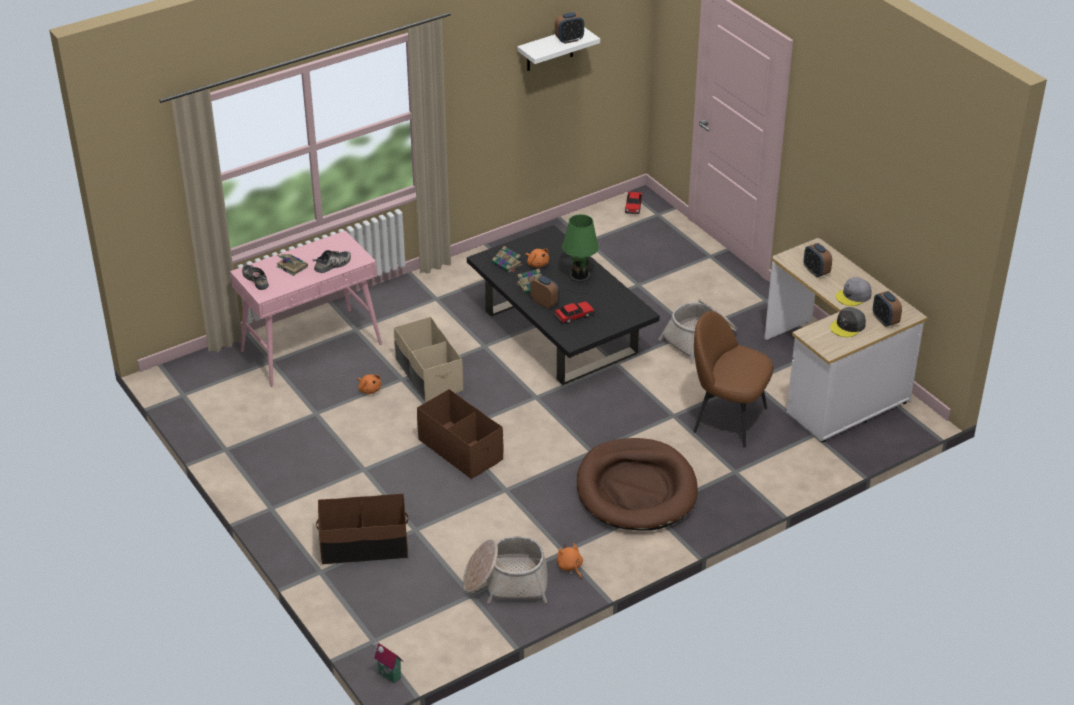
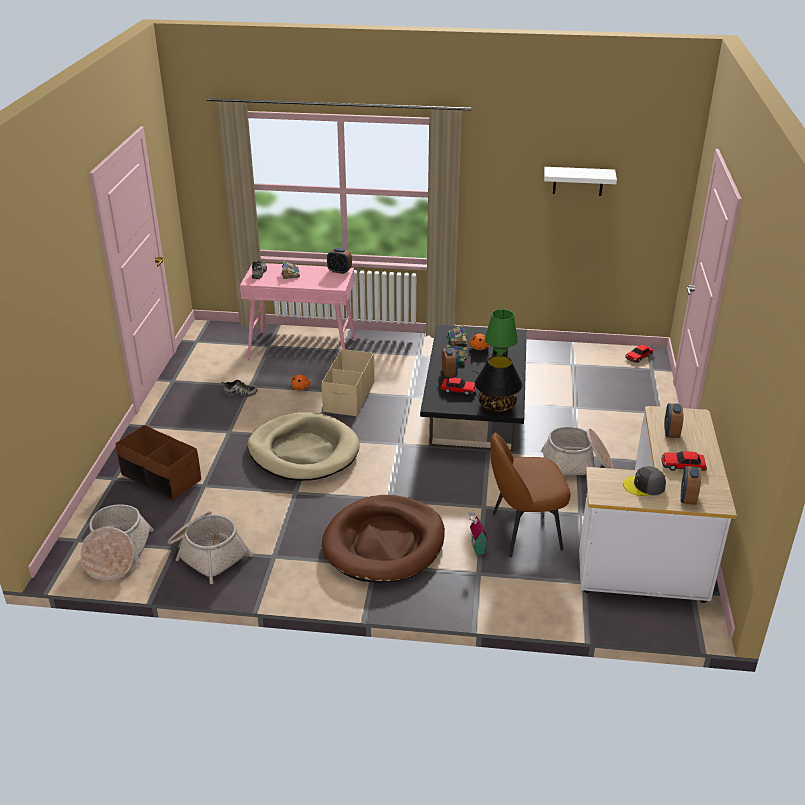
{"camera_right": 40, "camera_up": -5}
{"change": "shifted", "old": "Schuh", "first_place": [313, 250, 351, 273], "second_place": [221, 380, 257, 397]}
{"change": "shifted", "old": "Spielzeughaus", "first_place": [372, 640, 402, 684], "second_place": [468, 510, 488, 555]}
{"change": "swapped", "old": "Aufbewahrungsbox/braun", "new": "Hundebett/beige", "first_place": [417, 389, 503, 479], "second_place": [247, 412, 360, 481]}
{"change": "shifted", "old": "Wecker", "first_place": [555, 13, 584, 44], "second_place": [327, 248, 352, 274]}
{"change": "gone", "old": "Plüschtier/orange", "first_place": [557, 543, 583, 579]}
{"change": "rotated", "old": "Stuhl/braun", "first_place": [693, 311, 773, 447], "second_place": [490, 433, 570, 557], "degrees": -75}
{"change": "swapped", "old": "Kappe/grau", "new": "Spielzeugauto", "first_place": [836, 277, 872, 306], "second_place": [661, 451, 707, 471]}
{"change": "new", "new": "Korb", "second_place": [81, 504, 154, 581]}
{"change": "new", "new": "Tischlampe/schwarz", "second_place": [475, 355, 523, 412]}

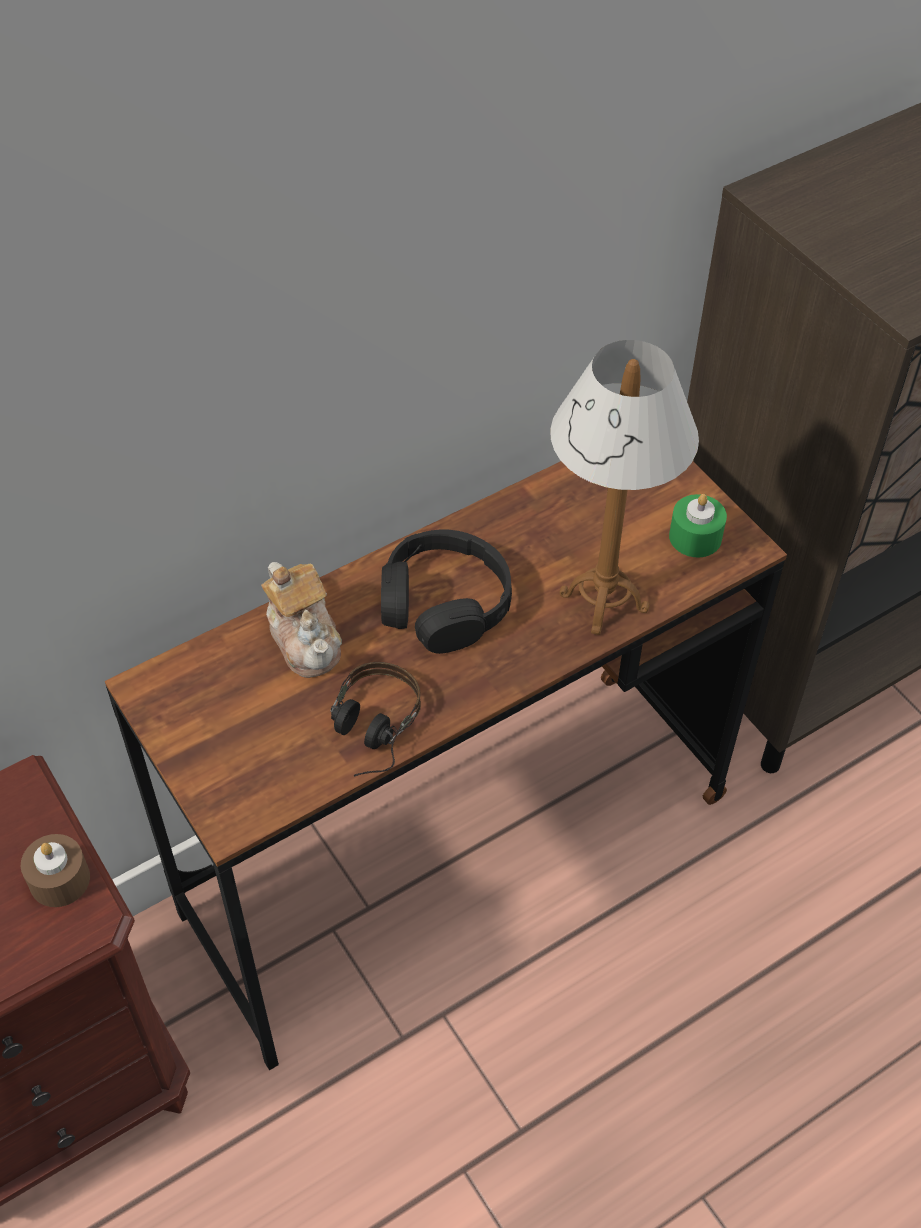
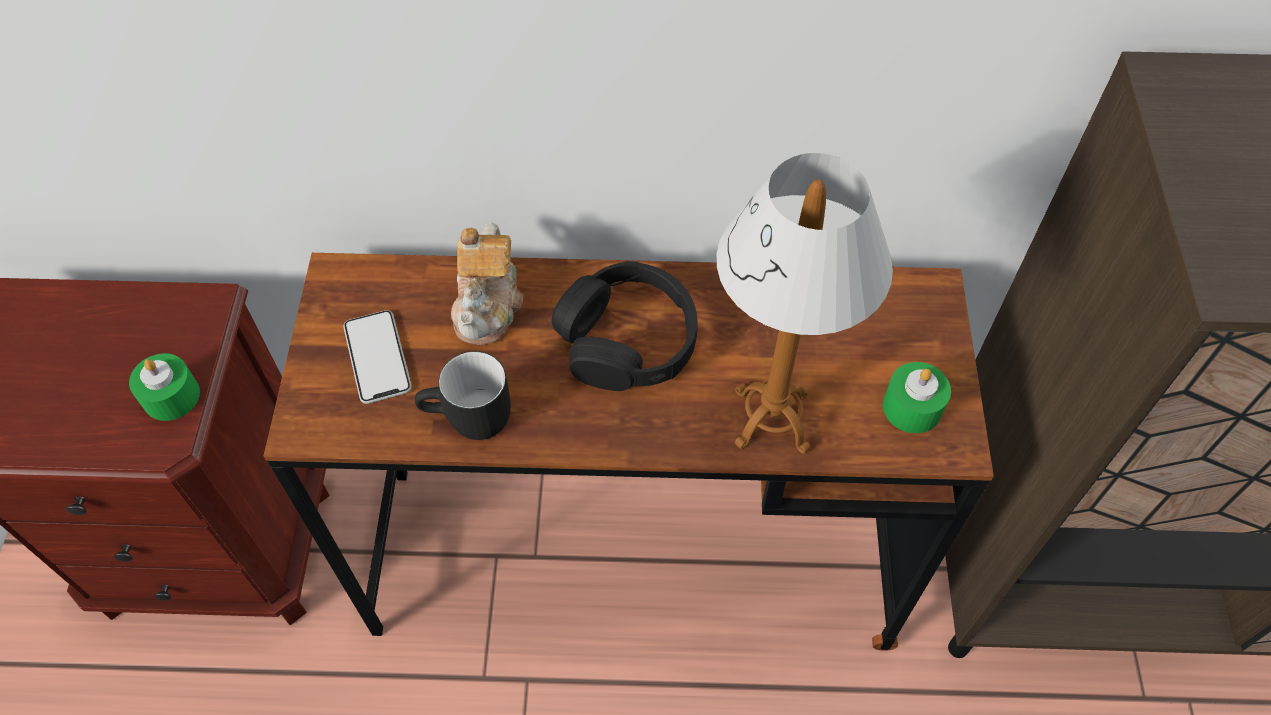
{"camera_right": 35, "camera_up": 5}
{"change": "repainted", "old": "Kerze/braun", "new": "Kerze/grün", "first_place": [21, 834, 90, 907], "second_place": [129, 353, 200, 421]}
{"change": "swapped", "old": "Kopfhörer", "new": "Henkelbecher/schwarz", "first_place": [330, 662, 421, 777], "second_place": [415, 351, 511, 440]}
{"change": "new", "new": "Handy", "second_place": [343, 310, 412, 404]}

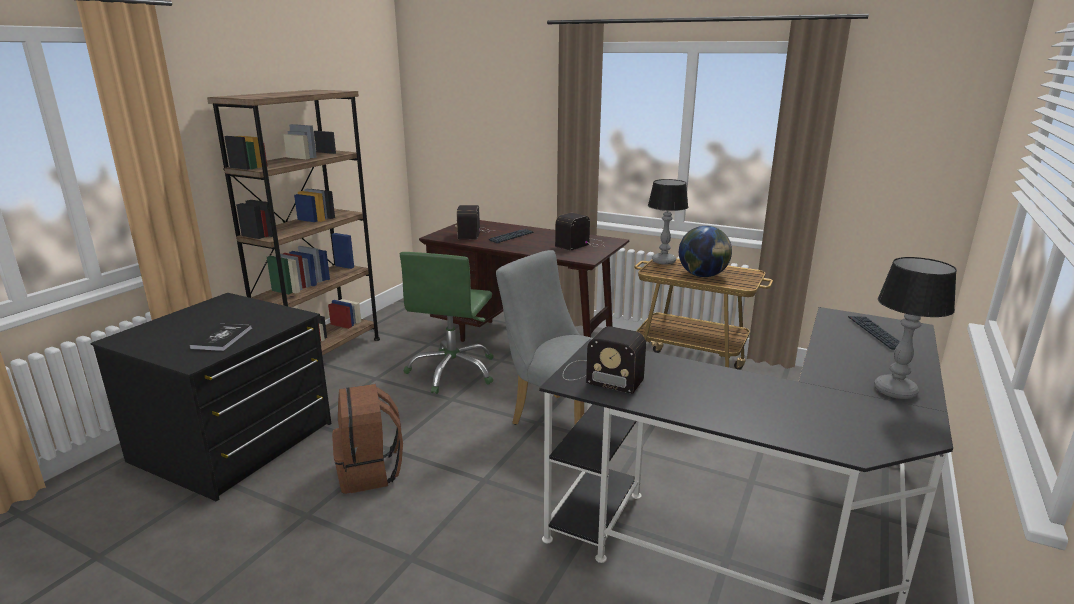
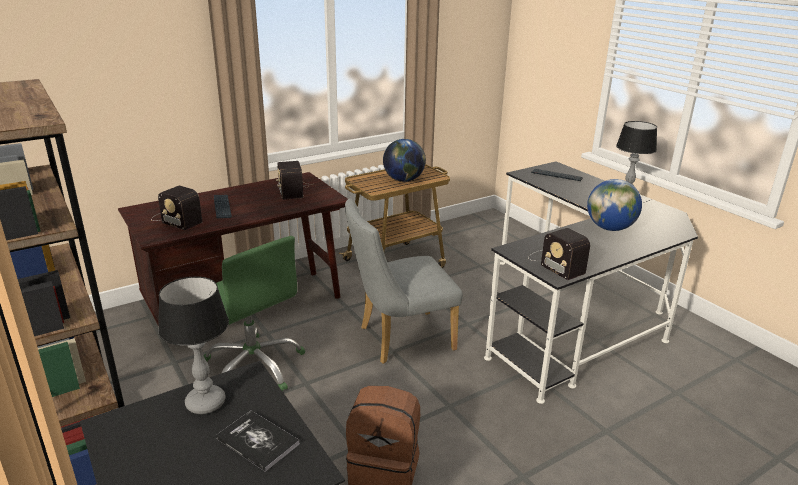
{"camera_right": -60, "camera_up": 5}
{"change": "rotated", "old": "Radio", "first_place": [563, 326, 646, 394], "second_place": [528, 228, 590, 280], "degrees": 90}
{"change": "shifted", "old": "Tischlampe", "first_place": [648, 179, 688, 265], "second_place": [158, 276, 229, 414]}
{"change": "new", "new": "Globus", "second_place": [587, 179, 642, 231]}

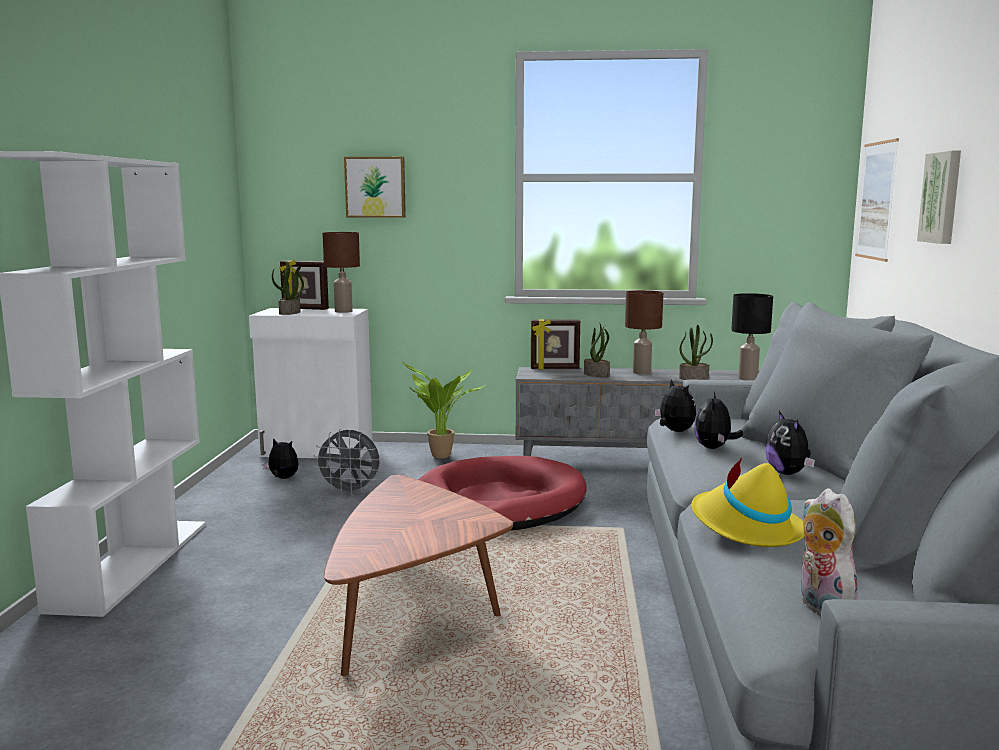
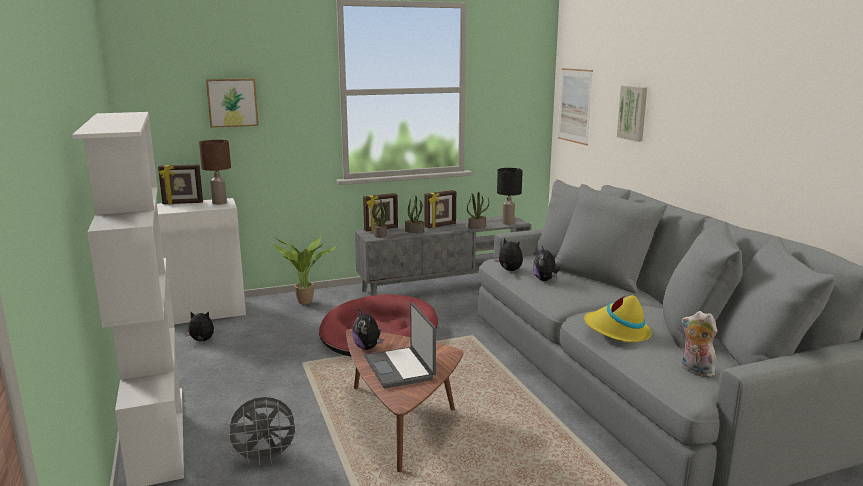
{"camera_right": -25, "camera_up": 5}
{"change": "shifted", "old": "Topfpflanze", "first_place": [272, 262, 304, 315], "second_place": [372, 199, 390, 238]}
{"change": "shifted", "old": "Ventilator/grau", "first_place": [313, 429, 379, 495], "second_place": [225, 397, 300, 466]}
{"change": "swapped", "old": "Tischlampe/braun", "new": "Bilderrahmen", "first_place": [625, 290, 663, 375], "second_place": [424, 190, 456, 228]}
{"change": "shifted", "old": "Plüschtier", "first_place": [765, 411, 815, 475], "second_place": [352, 310, 383, 350]}
{"change": "new", "new": "Laptop", "second_place": [364, 302, 436, 388]}

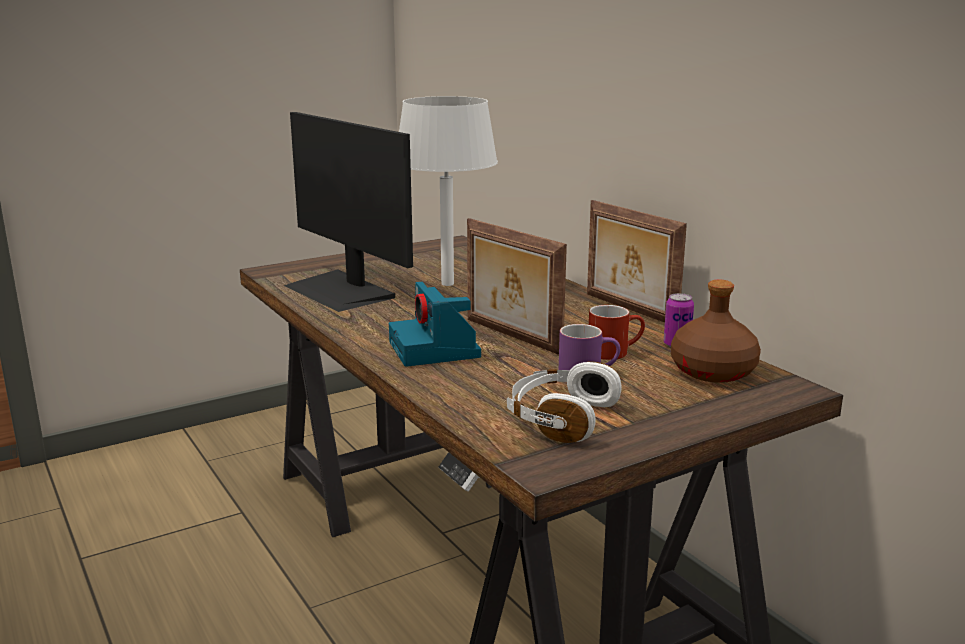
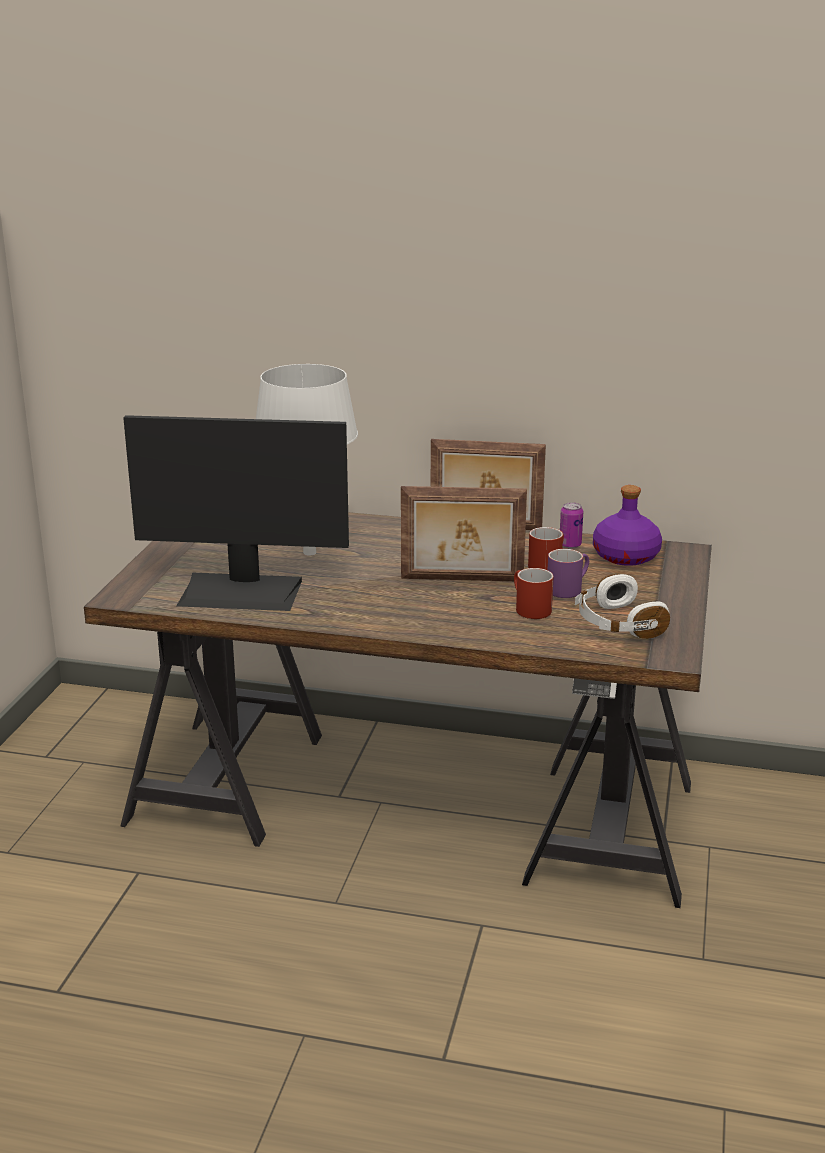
{"camera_right": -45, "camera_up": 5}
{"change": "gone", "old": "Kamera", "first_place": [389, 282, 481, 367]}
{"change": "repainted", "old": "Flasche/braun", "new": "Flasche/lila", "first_place": [671, 280, 761, 383], "second_place": [593, 485, 662, 566]}
{"change": "new", "new": "Henkelbecher/rot", "second_place": [514, 568, 554, 619]}

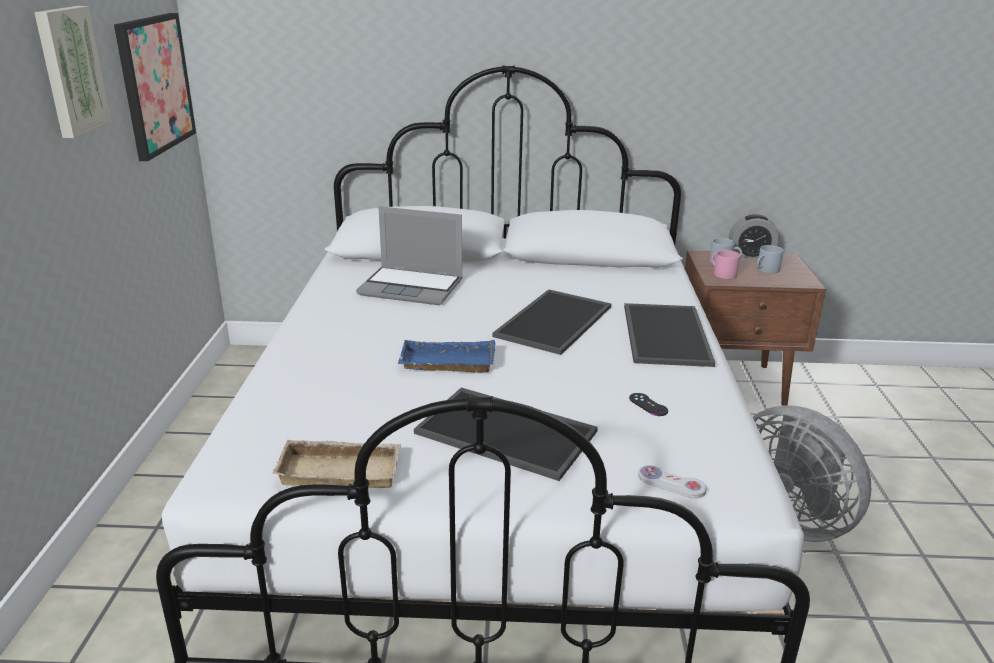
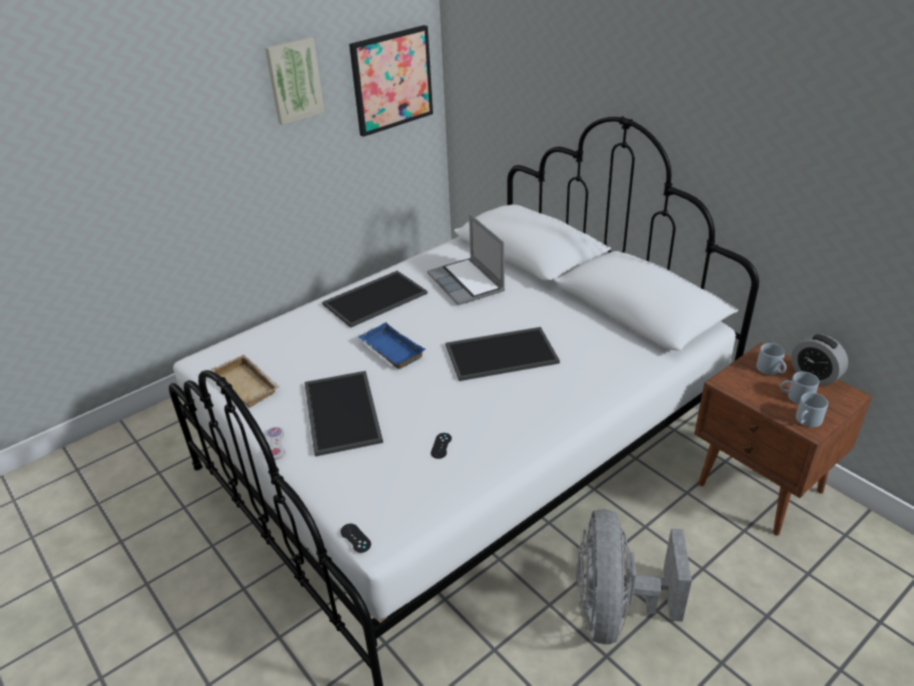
{"camera_right": 50, "camera_up": 10}
{"change": "shifted", "old": "Tablett", "first_place": [624, 303, 715, 367], "second_place": [322, 271, 428, 328]}
{"change": "shifted", "old": "Gamepad/weiß", "first_place": [638, 465, 707, 498], "second_place": [265, 427, 285, 460]}
{"change": "gone", "old": "Henkelbecher/rosa", "first_place": [712, 250, 740, 279]}
{"change": "new", "new": "Gamepad/schwarz", "second_place": [340, 524, 371, 553]}
{"change": "new", "new": "Henkelbecher/grau", "second_place": [796, 393, 828, 427]}

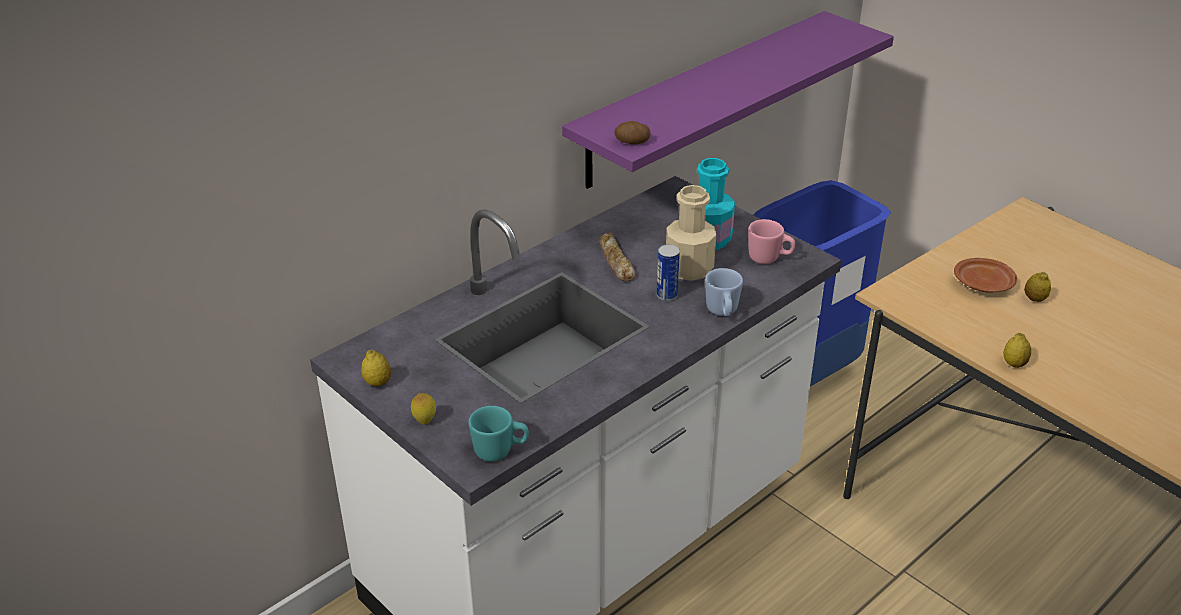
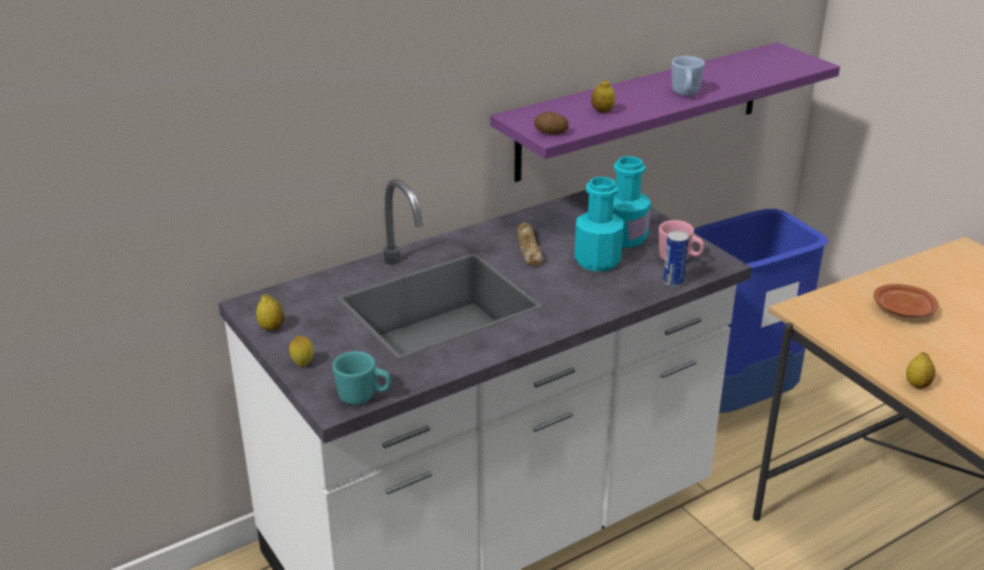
{"camera_right": 10, "camera_up": -5}
{"change": "shifted", "old": "Dose", "first_place": [656, 244, 680, 302], "second_place": [663, 231, 689, 288]}
{"change": "repainted", "old": "Flasche/beige", "new": "Flasche/türkis", "first_place": [666, 185, 716, 281], "second_place": [574, 177, 624, 271]}
{"change": "shifted", "old": "Henkelbecher/blau", "first_place": [705, 268, 743, 316], "second_place": [672, 56, 705, 96]}
{"change": "shifted", "old": "Zitrone", "first_place": [1024, 272, 1051, 302], "second_place": [591, 80, 615, 113]}

